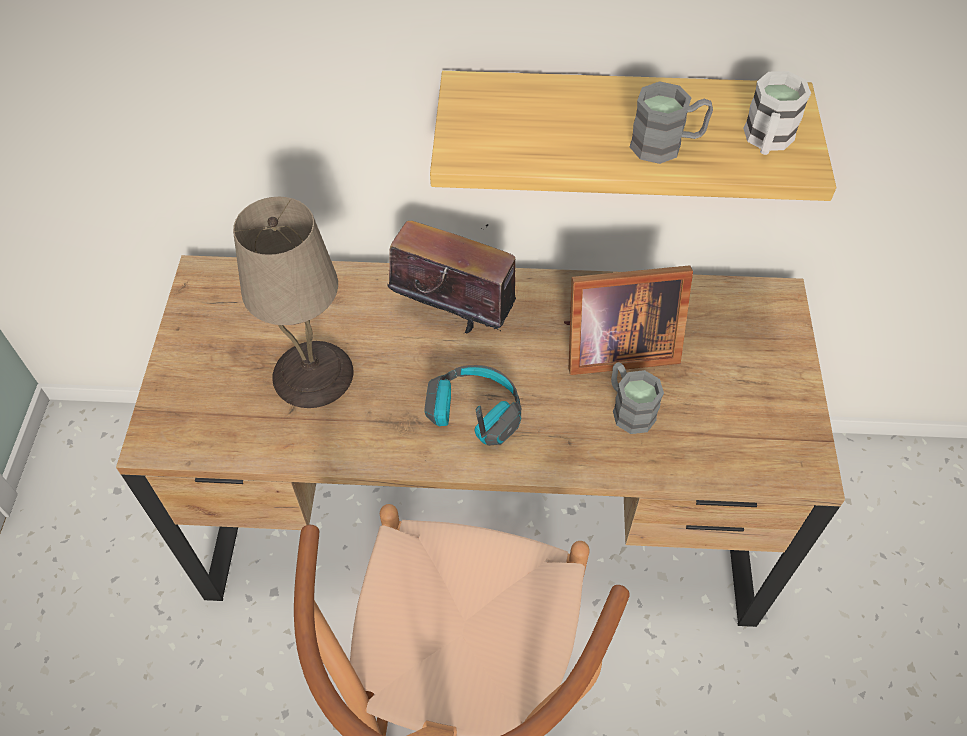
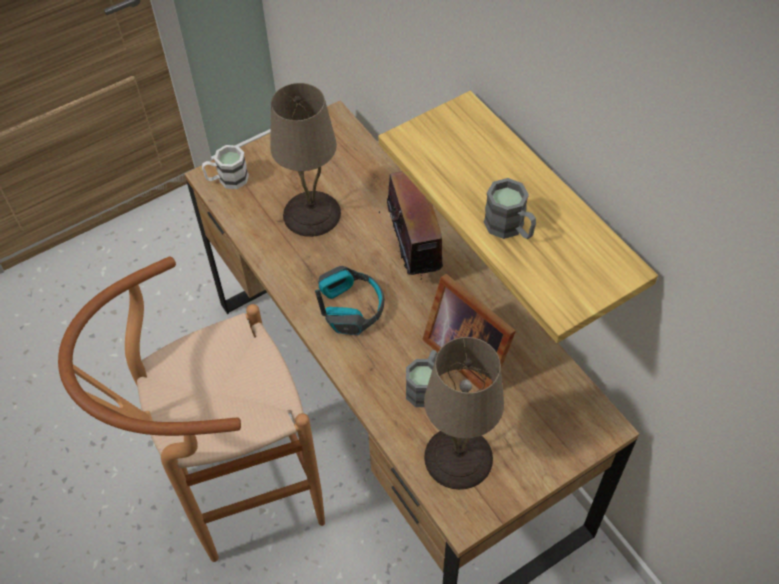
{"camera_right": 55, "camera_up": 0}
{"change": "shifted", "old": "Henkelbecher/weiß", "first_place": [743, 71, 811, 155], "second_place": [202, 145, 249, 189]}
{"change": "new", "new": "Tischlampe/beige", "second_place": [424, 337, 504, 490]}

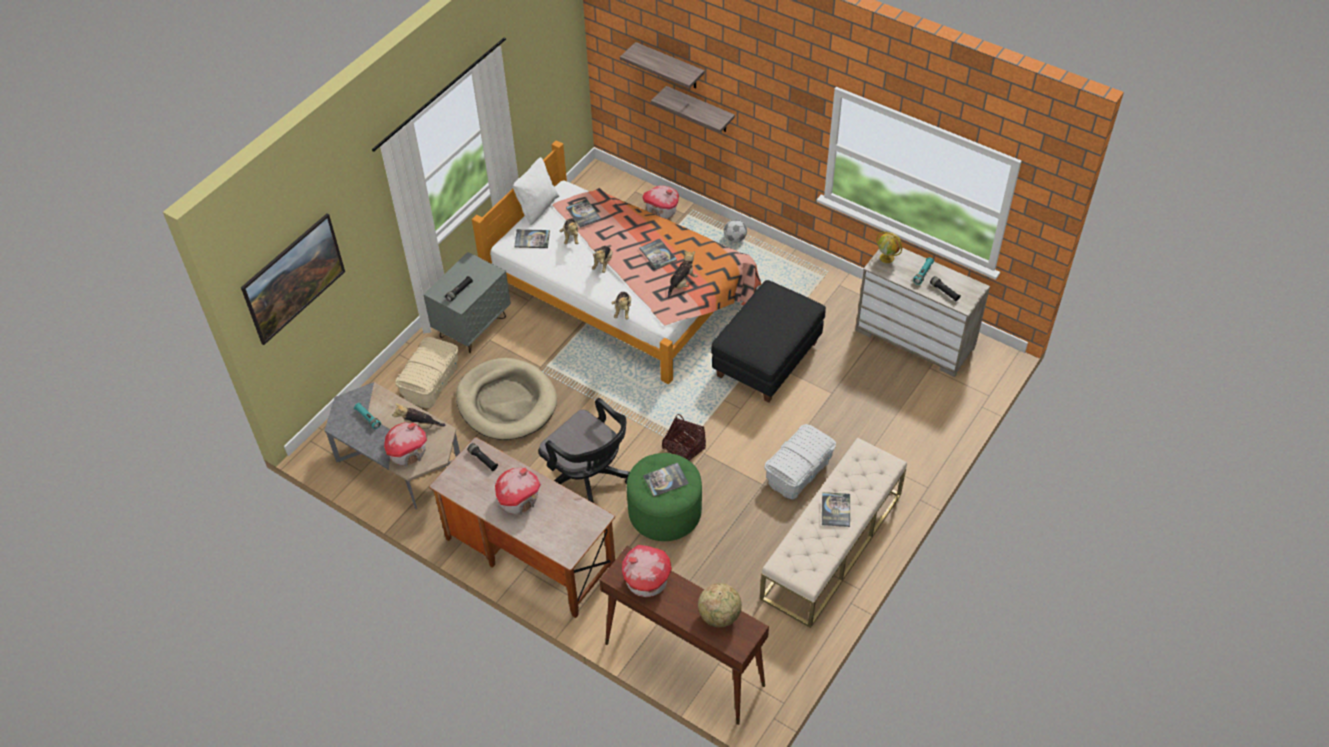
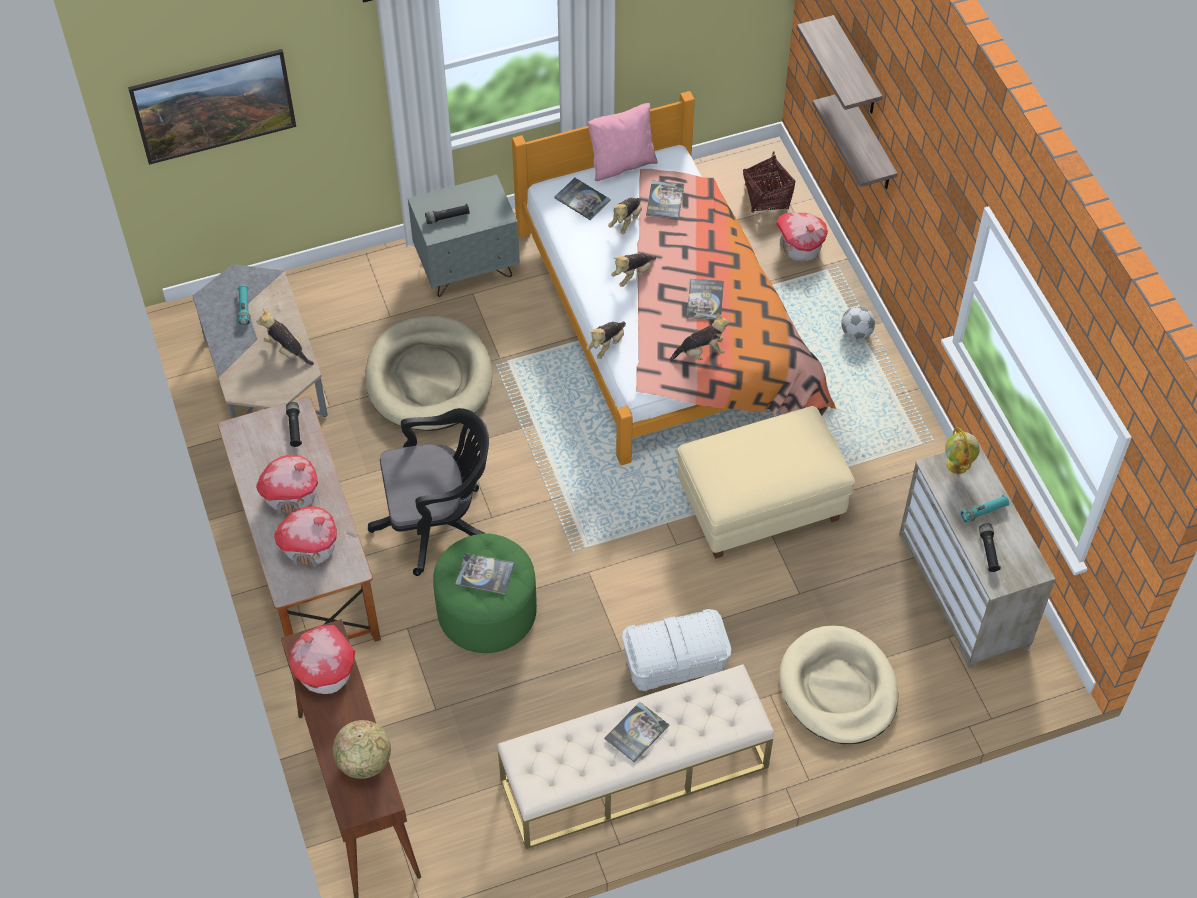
{"camera_right": 35, "camera_up": 5}
{"change": "shifted", "old": "Spielzeughaus", "first_place": [384, 422, 427, 467], "second_place": [274, 506, 337, 567]}
{"change": "gone", "old": "Aufbewahrungsbox/beige", "first_place": [396, 337, 458, 408]}
{"change": "repainted", "old": "Kissen/weiß", "new": "Kissen/rosa", "first_place": [513, 157, 559, 225], "second_place": [588, 103, 658, 181]}
{"change": "rotated", "old": "Bürostuhl/schwarz", "first_place": [538, 398, 630, 503], "second_place": [368, 408, 489, 576], "degrees": -90}
{"change": "shifted", "old": "Korb", "first_place": [662, 414, 706, 461], "second_place": [743, 152, 795, 212]}
{"change": "repainted", "old": "Polsterhocker/schwarz", "new": "Polsterhocker/beige", "first_place": [711, 280, 826, 403], "second_place": [677, 406, 855, 559]}
{"change": "new", "new": "Hundebett/beige", "second_place": [779, 626, 898, 744]}

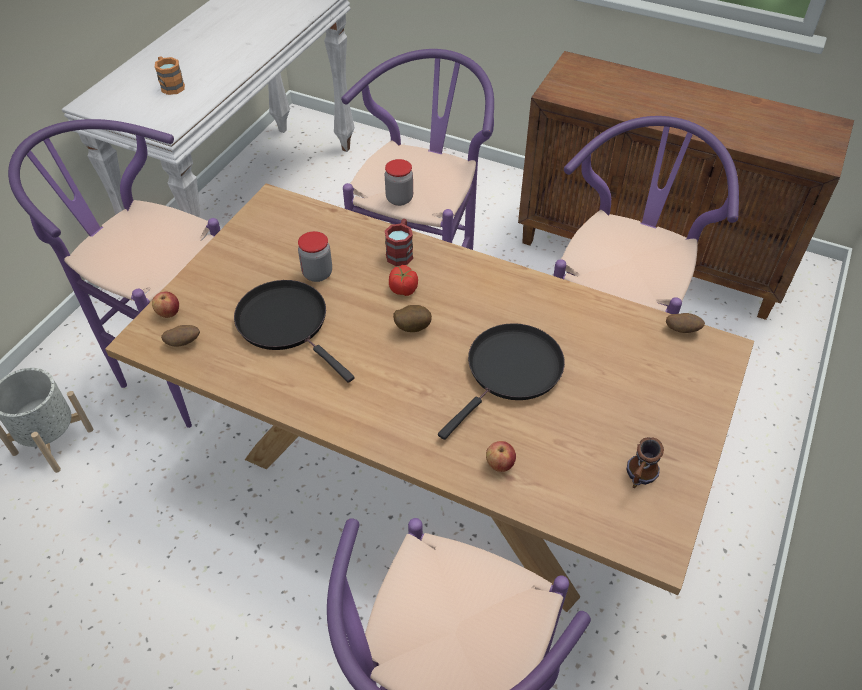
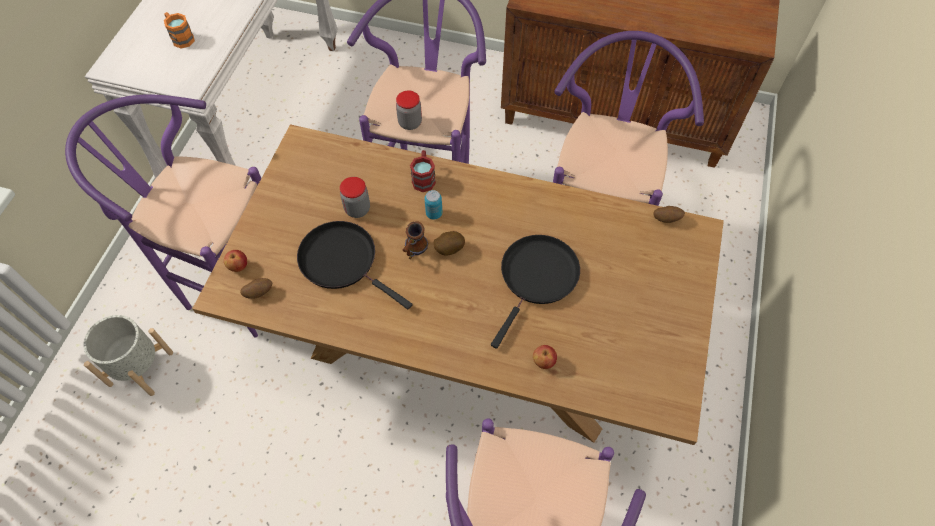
{"camera_right": -10, "camera_up": 10}
{"change": "swapped", "old": "Tomate", "new": "Dose", "first_place": [389, 265, 418, 296], "second_place": [424, 190, 442, 220]}
{"change": "shifted", "old": "Henkelbecher", "first_place": [626, 437, 664, 488], "second_place": [403, 221, 428, 259]}

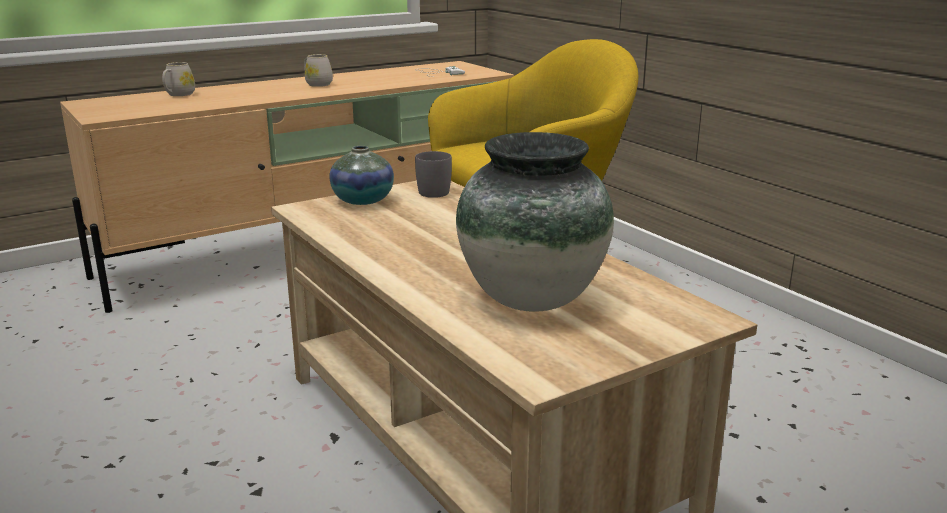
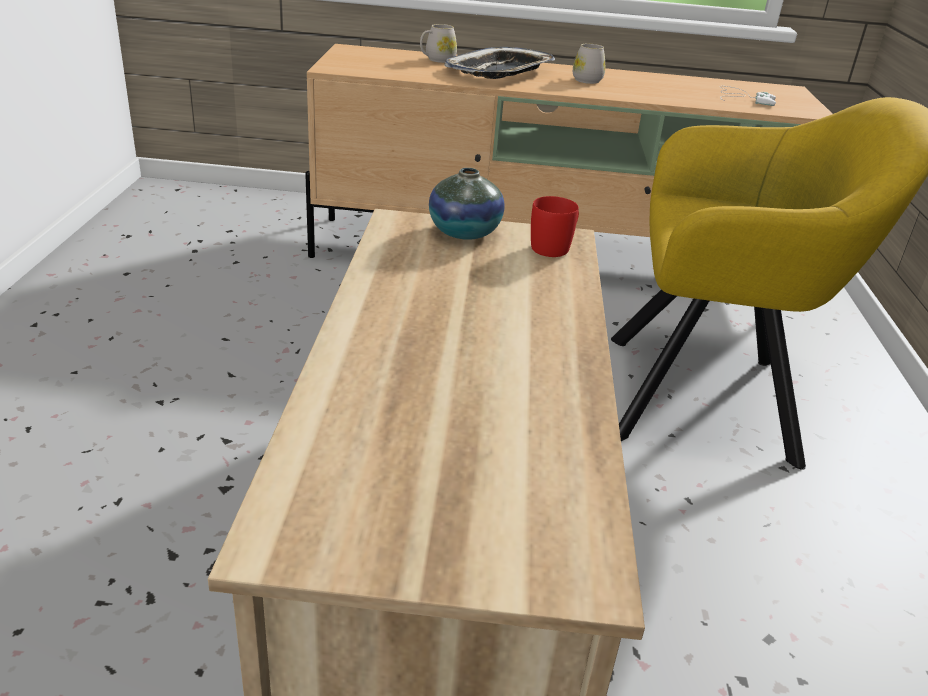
{"camera_right": 35, "camera_up": 10}
{"change": "repainted", "old": "Henkelbecher/grau", "new": "Henkelbecher/rot", "first_place": [415, 151, 452, 198], "second_place": [531, 196, 579, 257]}
{"change": "gone", "old": "Vase", "first_place": [456, 132, 614, 312]}
{"change": "new", "new": "Tablett", "second_place": [444, 47, 555, 79]}

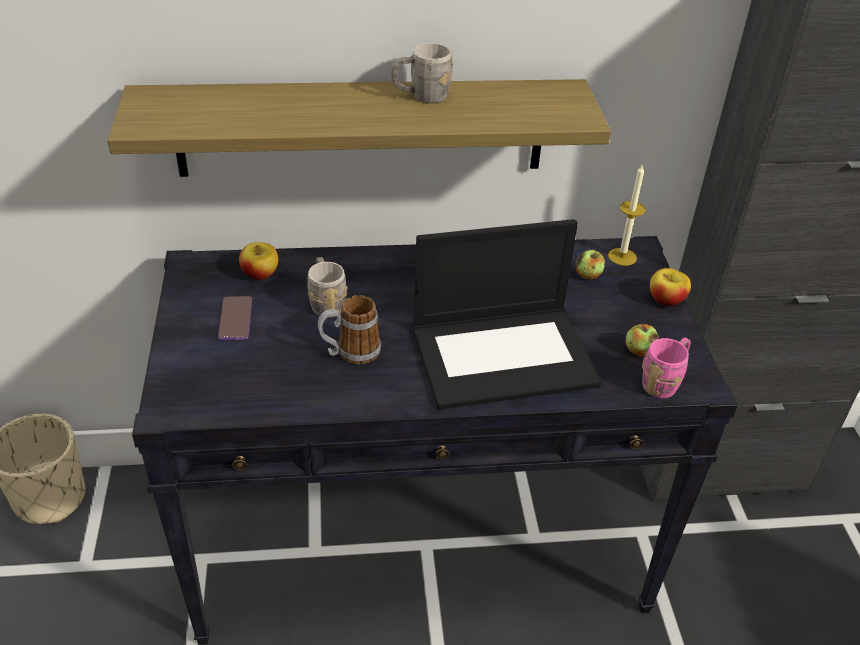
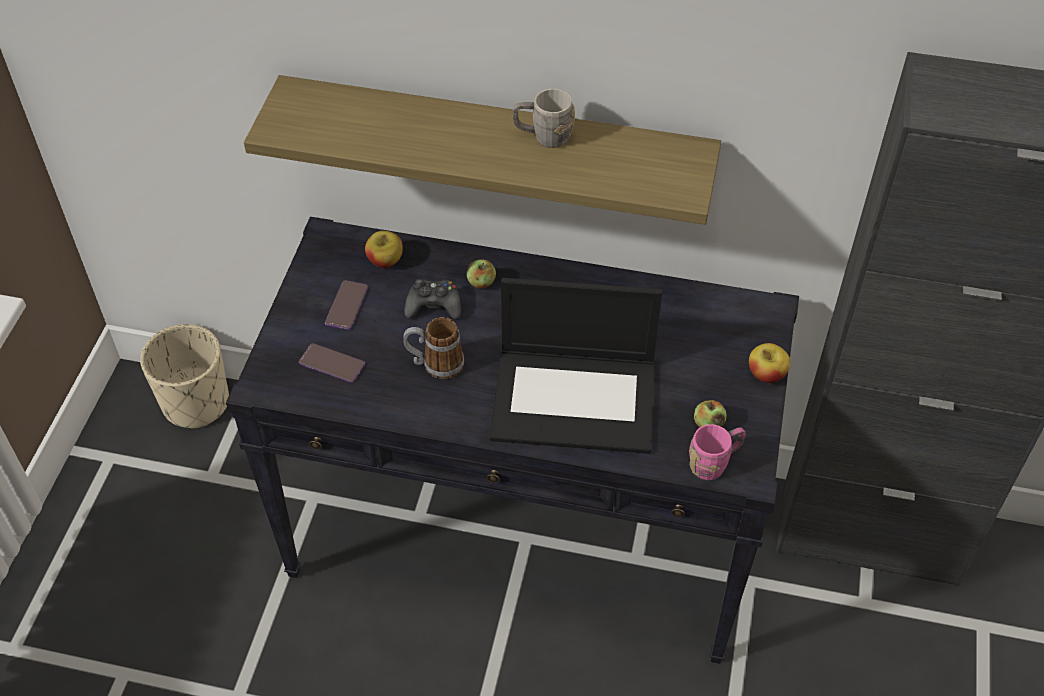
{"camera_right": 20, "camera_up": 10}
{"change": "swapped", "old": "Henkelbecher/grau", "new": "Gamepad/schwarz", "first_place": [307, 257, 347, 318], "second_place": [404, 279, 461, 319]}
{"change": "shifted", "old": "Apfel", "first_place": [576, 250, 605, 280], "second_place": [467, 259, 496, 288]}
{"change": "gone", "old": "Kerze", "first_place": [608, 164, 646, 266]}
{"change": "new", "new": "Handy", "second_place": [299, 343, 365, 383]}

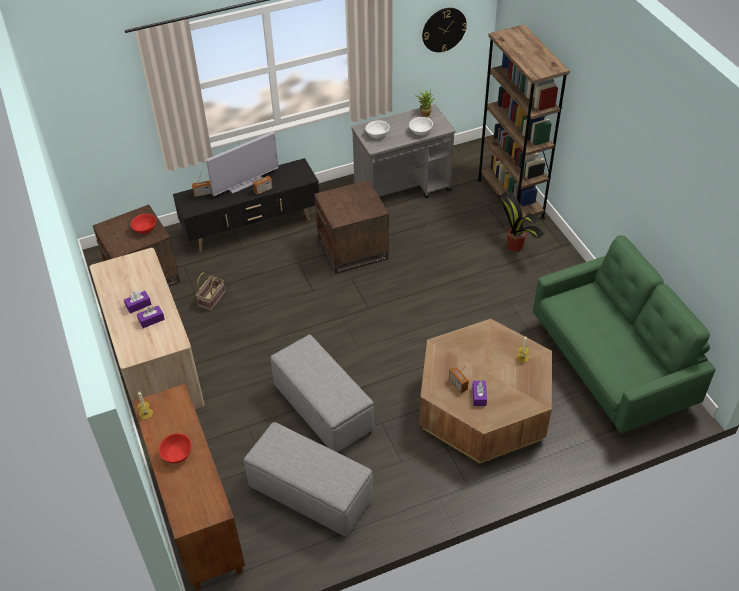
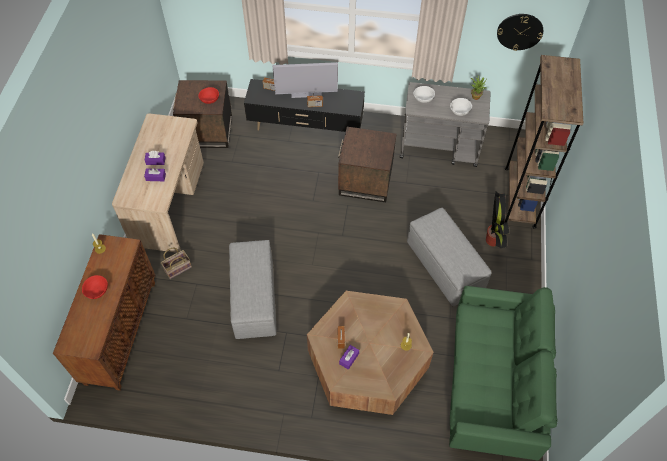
{"camera_right": 30, "camera_up": 10}
{"change": "shifted", "old": "Korb", "first_place": [196, 272, 226, 311], "second_place": [161, 247, 192, 279]}
{"change": "shifted", "old": "Polsterhocker/grau", "first_place": [244, 422, 373, 537], "second_place": [407, 208, 492, 306]}

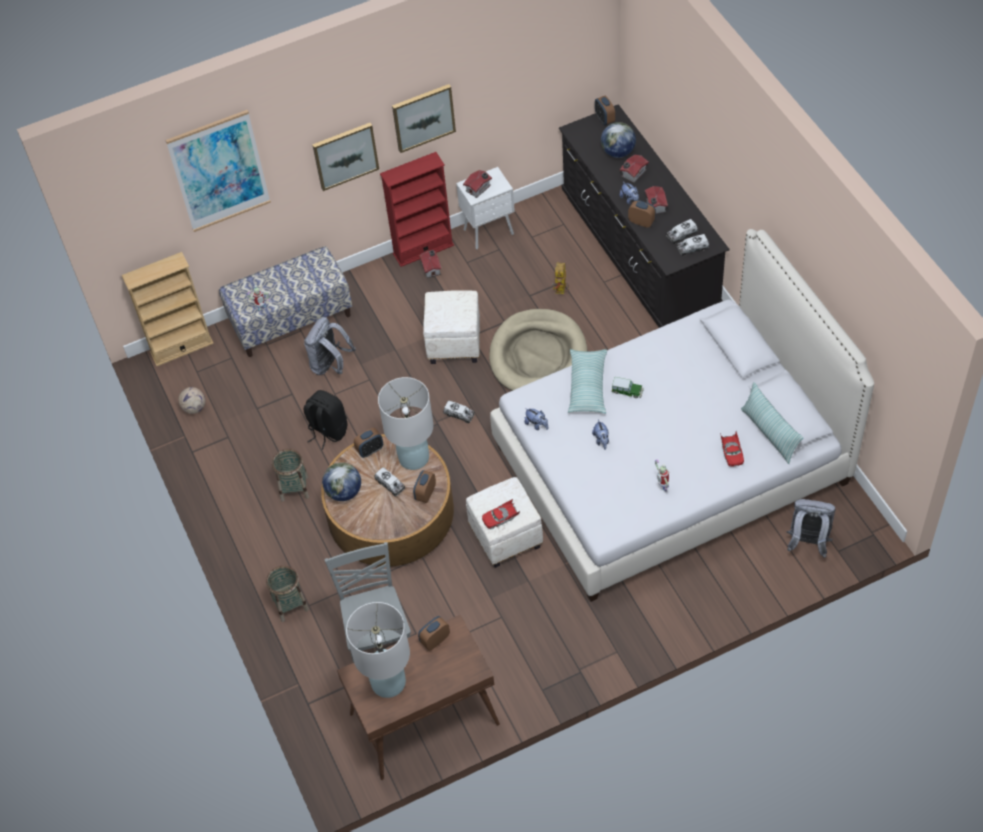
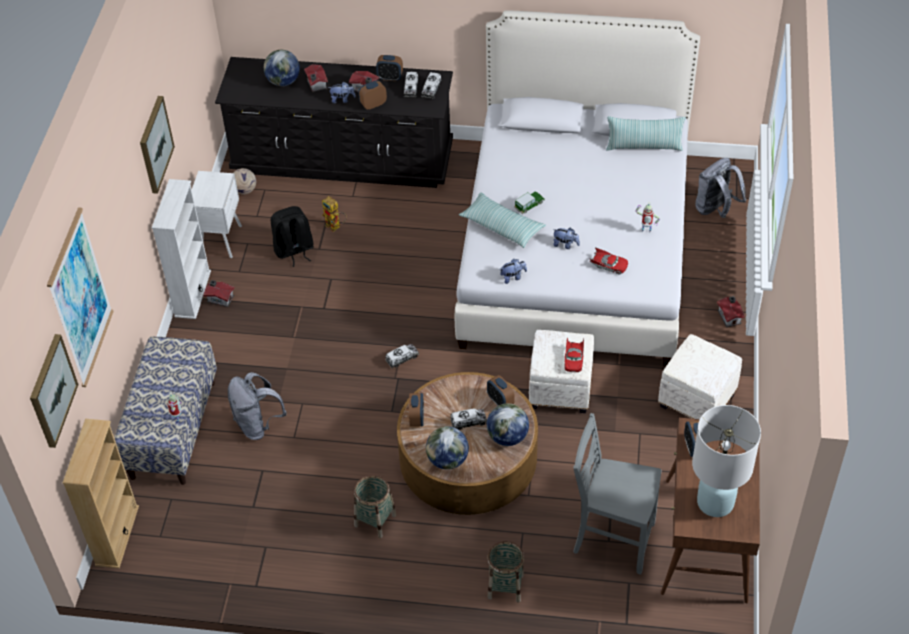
{"camera_right": -60, "camera_up": -5}
{"change": "shifted", "old": "Fußball", "first_place": [178, 387, 205, 414], "second_place": [233, 168, 256, 194]}
{"change": "shifted", "old": "Rucksack/schwarz", "first_place": [304, 390, 347, 450], "second_place": [271, 206, 314, 267]}
{"change": "shifted", "old": "Bild", "first_place": [312, 123, 379, 191], "second_place": [30, 334, 79, 448]}
{"change": "gone", "old": "Tischlampe/weiß", "first_place": [378, 377, 434, 470]}
{"change": "repainted", "old": "Bücherregal/rot", "new": "Bücherregal/weiß", "first_place": [380, 152, 454, 267], "second_place": [152, 179, 211, 319]}
{"change": "shifted", "old": "Polsterhocker/weiß", "first_place": [423, 290, 480, 364], "second_place": [658, 334, 742, 419]}
{"change": "shifted", "old": "Spielzeughaus", "first_place": [463, 170, 492, 198], "second_place": [717, 296, 745, 328]}
{"change": "gone", "old": "Hundebett/beige", "first_place": [489, 309, 587, 391]}
{"change": "shifted", "old": "Wecker", "first_place": [595, 96, 615, 125], "second_place": [376, 55, 403, 81]}
{"change": "shifted", "old": "Spielzeugauto/rot", "first_place": [720, 431, 744, 466], "second_place": [589, 247, 628, 275]}
{"change": "new", "new": "Globus", "second_place": [487, 403, 529, 446]}

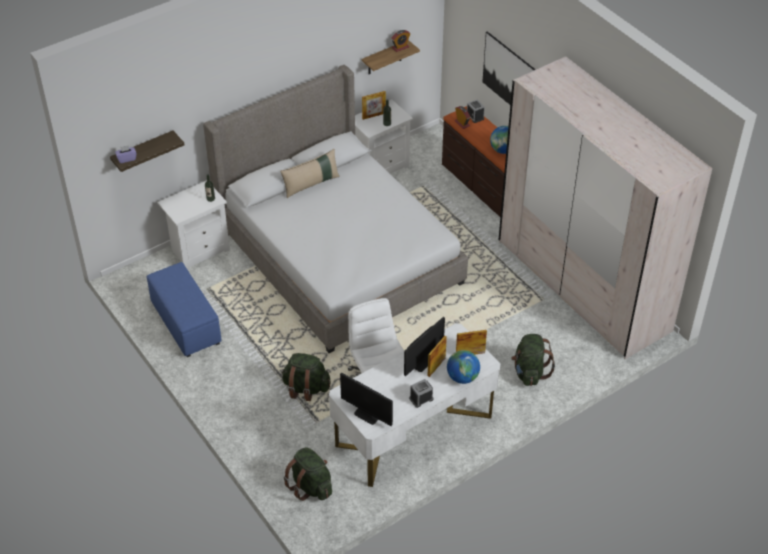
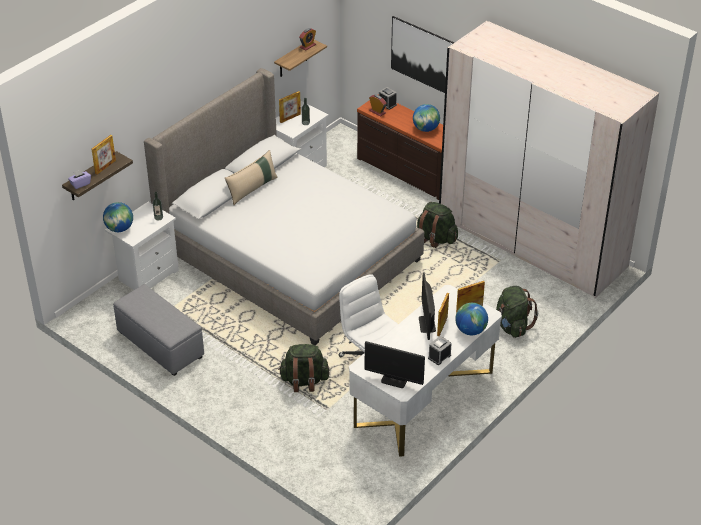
{"camera_right": -15, "camera_up": -5}
{"change": "repainted", "old": "Polsterhocker/blau", "new": "Polsterhocker/grau", "first_place": [147, 262, 222, 357], "second_place": [113, 284, 204, 376]}
{"change": "shifted", "old": "Rucksack/grün", "first_place": [284, 447, 332, 501], "second_place": [417, 202, 458, 248]}
{"change": "rotated", "old": "Monitor", "first_place": [404, 317, 445, 376], "second_place": [419, 273, 436, 340], "degrees": 150}
{"change": "new", "new": "Bilderrahmen", "second_place": [92, 135, 116, 175]}
{"change": "new", "new": "Globus", "second_place": [103, 202, 133, 232]}

